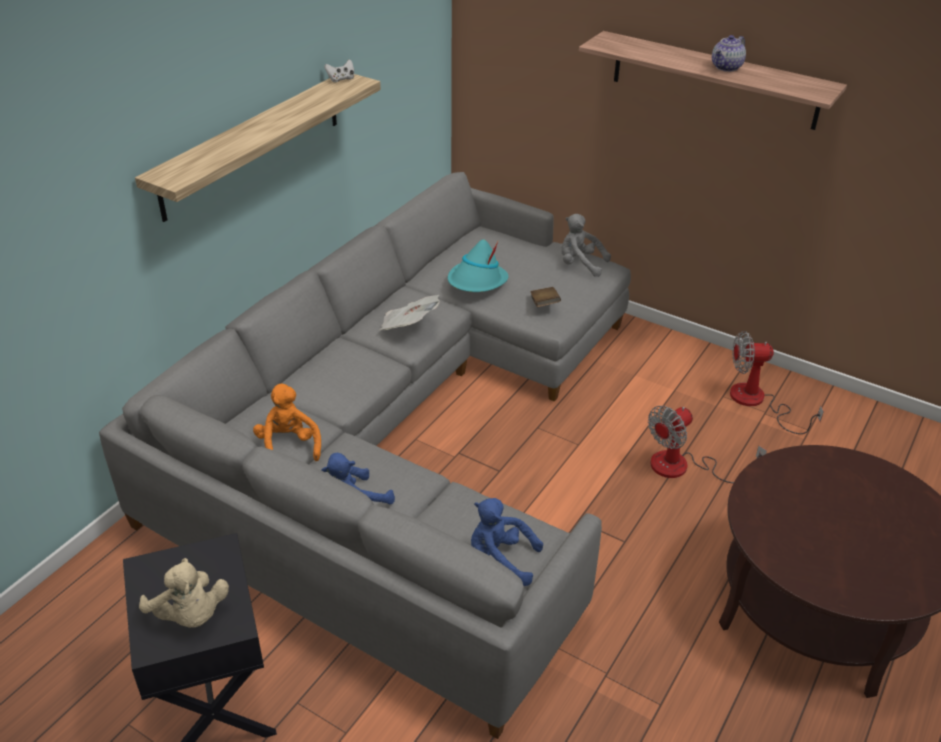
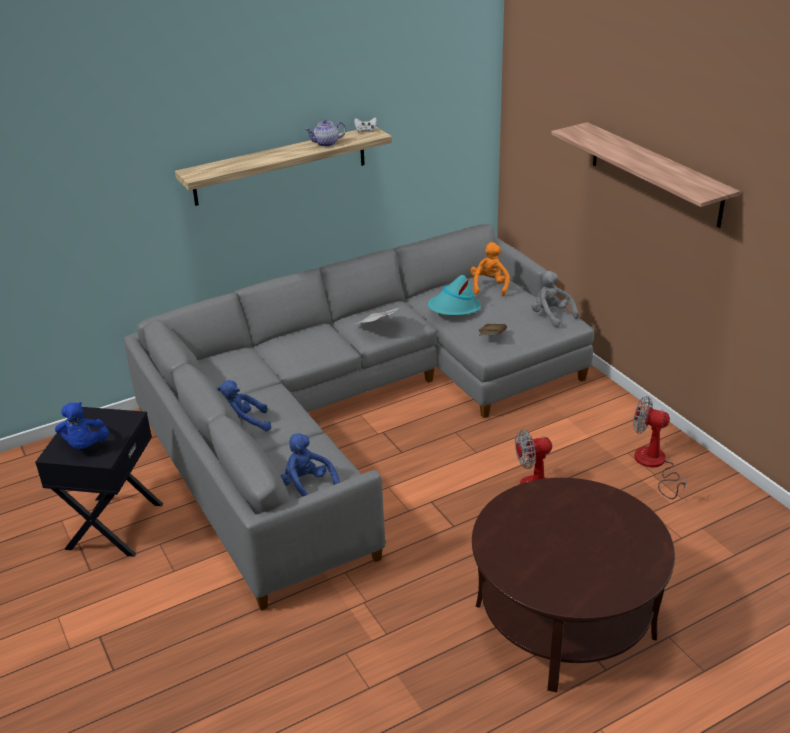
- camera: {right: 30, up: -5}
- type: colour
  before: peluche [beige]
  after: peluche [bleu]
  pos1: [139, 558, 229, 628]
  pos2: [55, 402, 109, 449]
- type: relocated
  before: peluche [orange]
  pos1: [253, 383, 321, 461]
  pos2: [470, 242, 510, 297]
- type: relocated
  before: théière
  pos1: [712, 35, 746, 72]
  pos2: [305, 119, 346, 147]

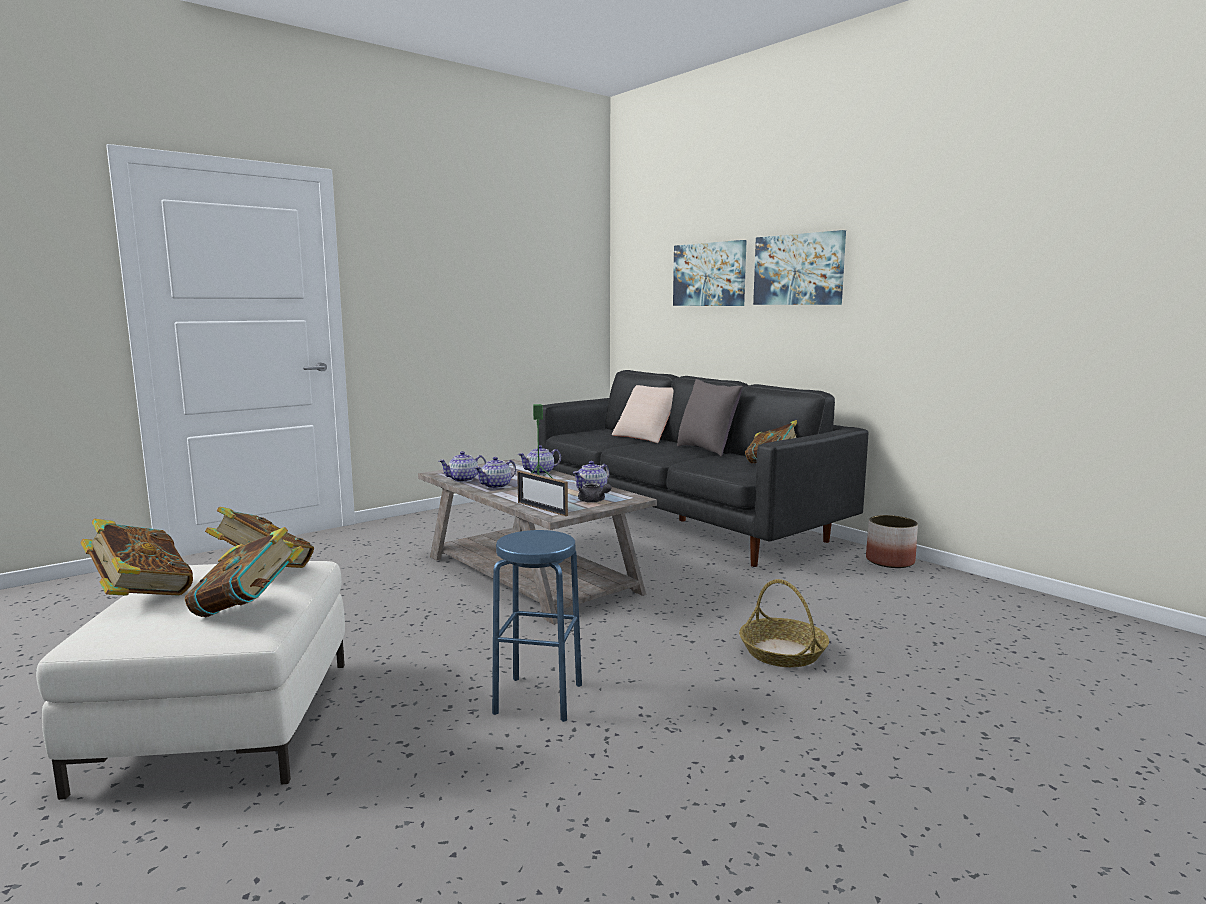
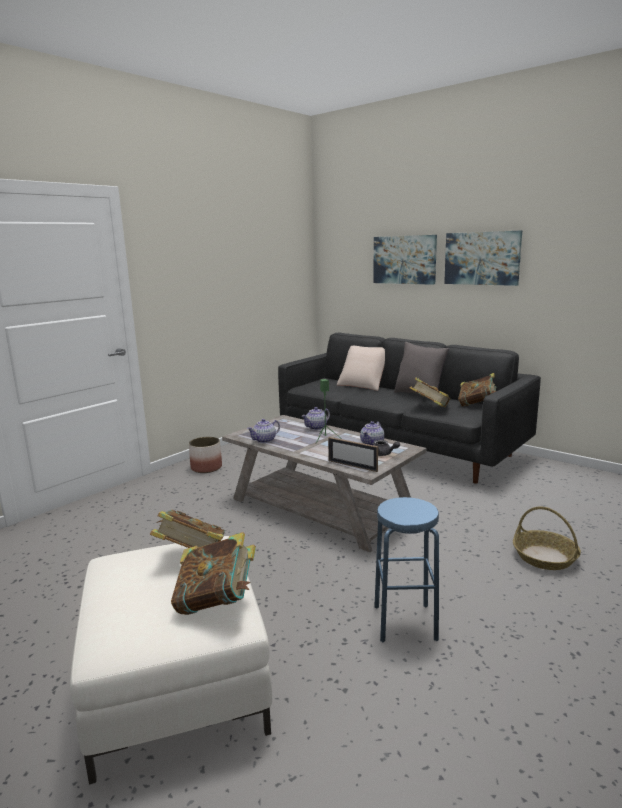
- camera: {right: -10, up: 5}
- type: relocated
  before: livre
  pos1: [80, 519, 193, 596]
  pos2: [410, 378, 451, 407]
- type: missing
  before: théière
  pos1: [475, 457, 516, 489]
- type: relocated
  before: cache-pot
  pos1: [866, 515, 918, 568]
  pos2: [189, 437, 222, 473]

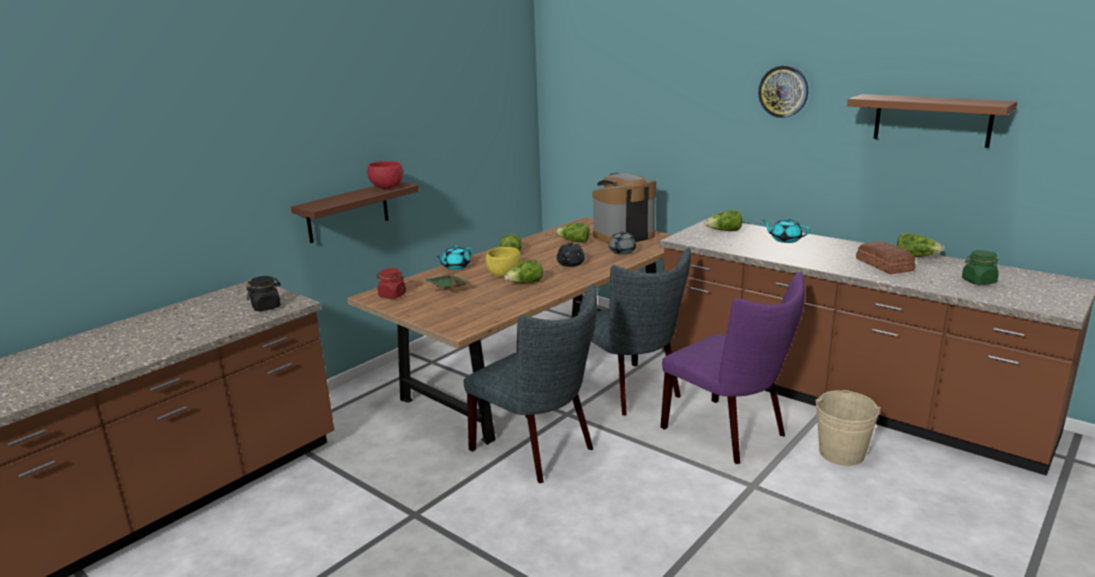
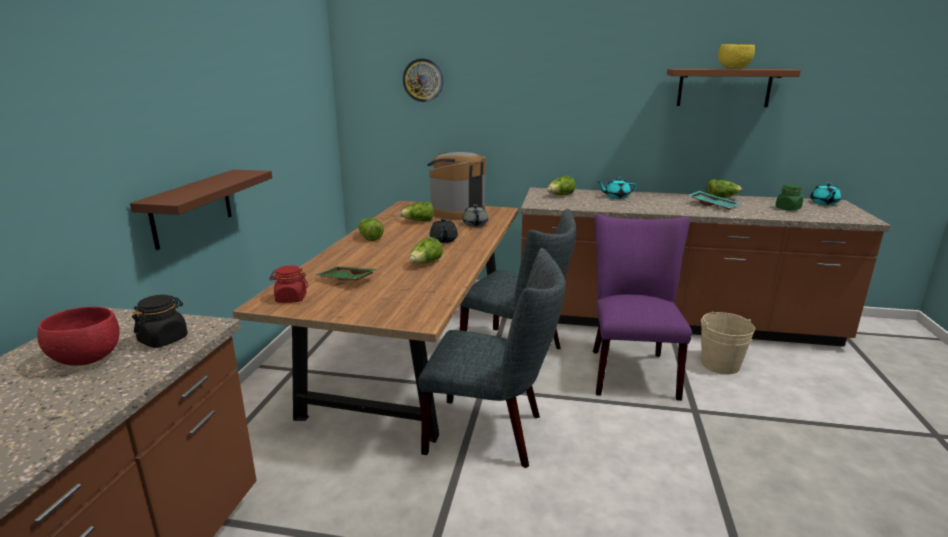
- camera: {right: -30, up: 0}
- type: relocated
  before: bol [rouge]
  pos1: [367, 161, 403, 189]
  pos2: [37, 307, 120, 366]
- type: relocated
  before: théière [turquoise]
  pos1: [436, 246, 472, 270]
  pos2: [810, 183, 841, 205]
- type: relocated
  before: bol [jaune]
  pos1: [486, 247, 521, 277]
  pos2: [718, 44, 755, 69]
- type: spun
  before: chaise [violet]
  pos1: [660, 272, 805, 464]
  pos2: [593, 214, 692, 401]
  turn: -105
- type: relocated
  before: horloge murale
  pos1: [758, 65, 808, 118]
  pos2: [403, 59, 443, 102]
- type: exchanged
  before: pain
  after: plateau [turquoise]
  pos1: [856, 241, 915, 274]
  pos2: [689, 191, 739, 210]

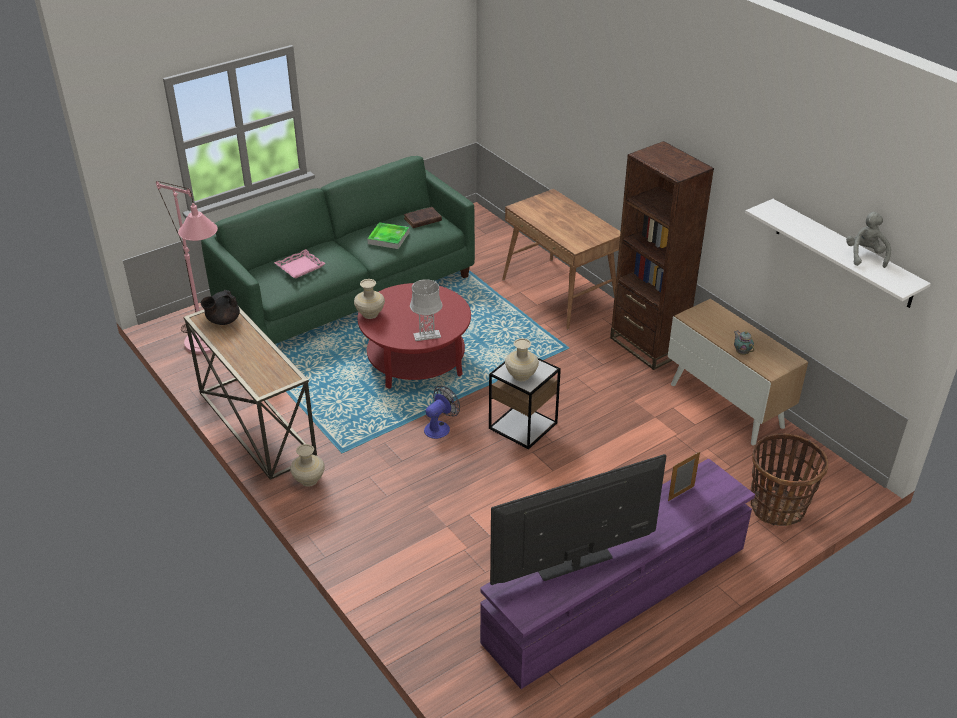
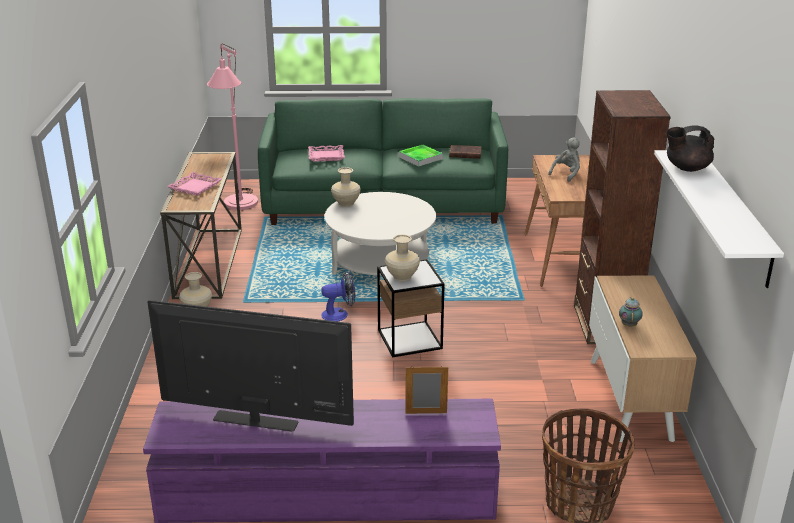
- camera: {right: 35, up: -10}
- type: relocated
  before: théière [noir]
  pos1: [201, 290, 240, 325]
  pos2: [666, 126, 715, 172]
- type: colour
  before: table basse [rouge]
  after: table basse [blanc]
  pos1: [358, 283, 471, 389]
  pos2: [325, 192, 436, 275]
- type: missing
  before: lampe de table [gris]
  pos1: [410, 279, 443, 341]
- type: relocated
  before: peluche [gris]
  pos1: [846, 212, 891, 268]
  pos2: [548, 137, 580, 182]
- type: appeared
  after: plateau [rose]
  pos2: [167, 172, 221, 196]

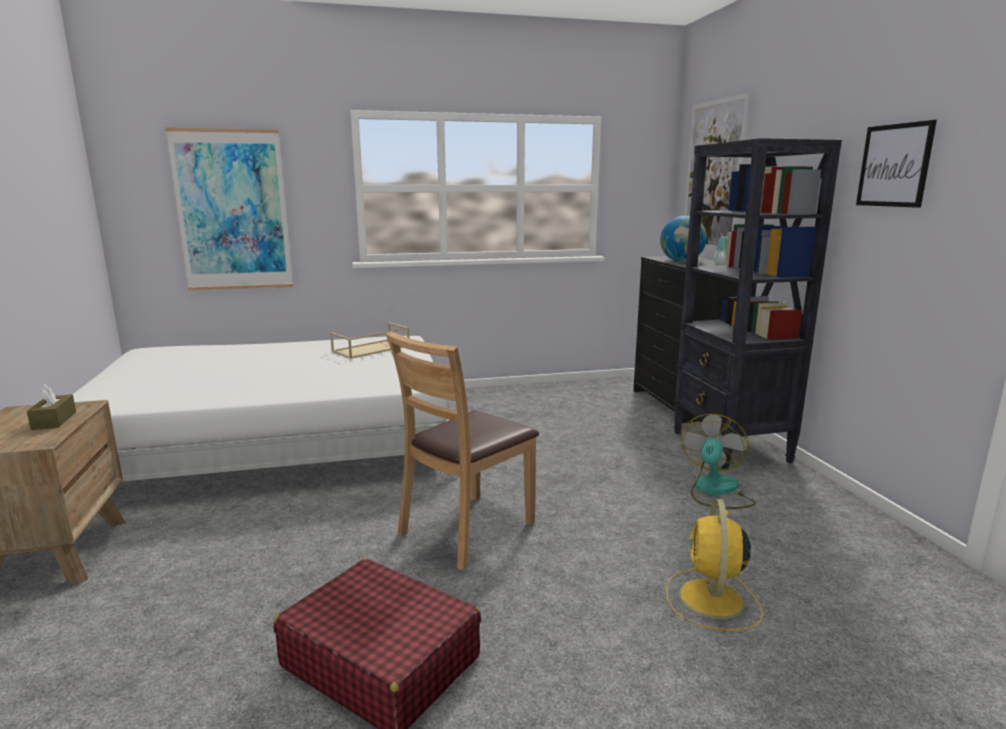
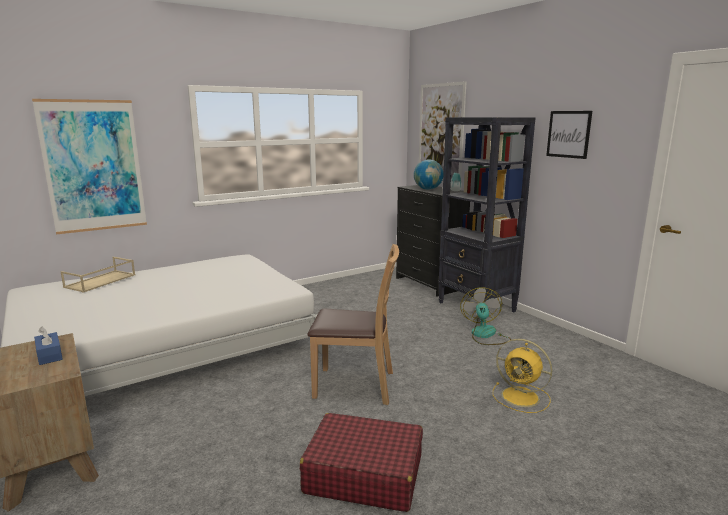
- camera: {right: -20, up: 0}
- type: colour
  before: boîte à mouchoirs [marron]
  after: boîte à mouchoirs [bleu]
  pos1: [27, 384, 76, 430]
  pos2: [34, 327, 63, 365]
- type: relocated
  before: plateau [beige]
  pos1: [330, 322, 410, 359]
  pos2: [61, 257, 135, 293]
- type: spun
  before: chaise [marron]
  pos1: [385, 331, 539, 570]
  pos2: [307, 244, 399, 405]
  turn: -105
- type: spun
  before: ventilateur [jaune]
  pos1: [666, 498, 763, 631]
  pos2: [493, 339, 553, 413]
  turn: -45

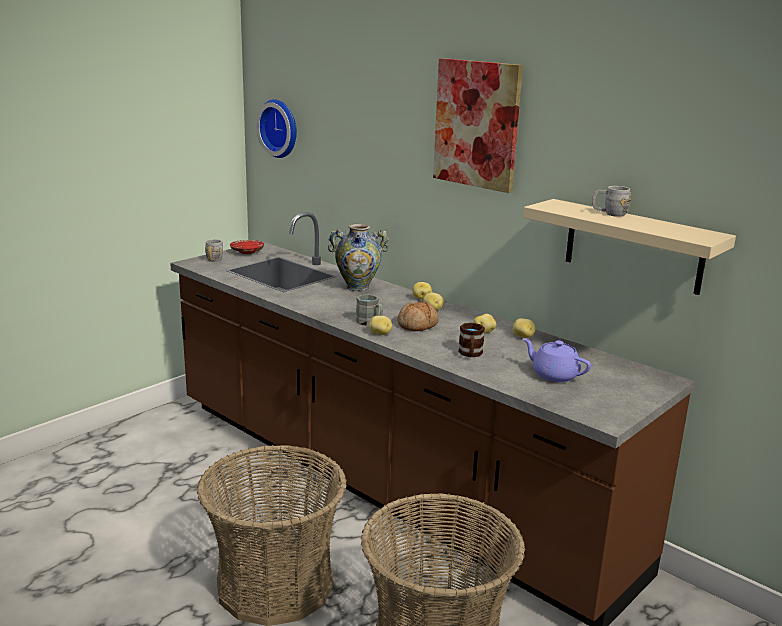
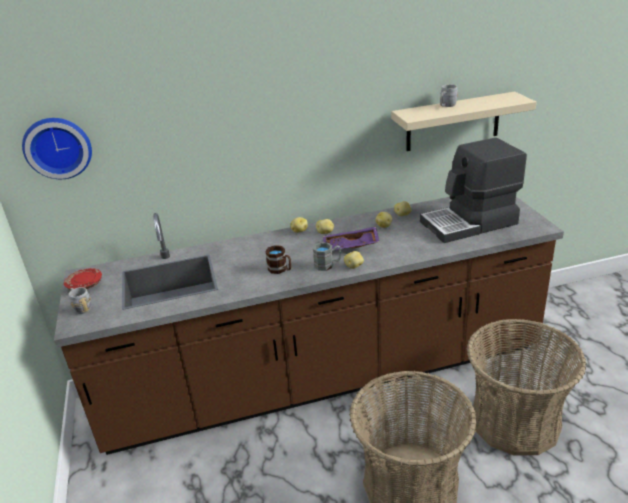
- camera: {right: -55, up: 10}
- type: missing
  before: vase
  pos1: [328, 224, 389, 291]
- type: exchanged
  before: pain
  after: plateau [violet]
  pos1: [398, 302, 438, 331]
  pos2: [323, 227, 379, 250]
- type: missing
  before: tableau
  pos1: [433, 58, 523, 193]
- type: relocated
  before: mug [marron]
  pos1: [458, 323, 485, 357]
  pos2: [265, 245, 291, 274]
- type: exchanged
  before: théière [violet]
  after: machine à café
  pos1: [523, 338, 591, 382]
  pos2: [420, 137, 527, 243]

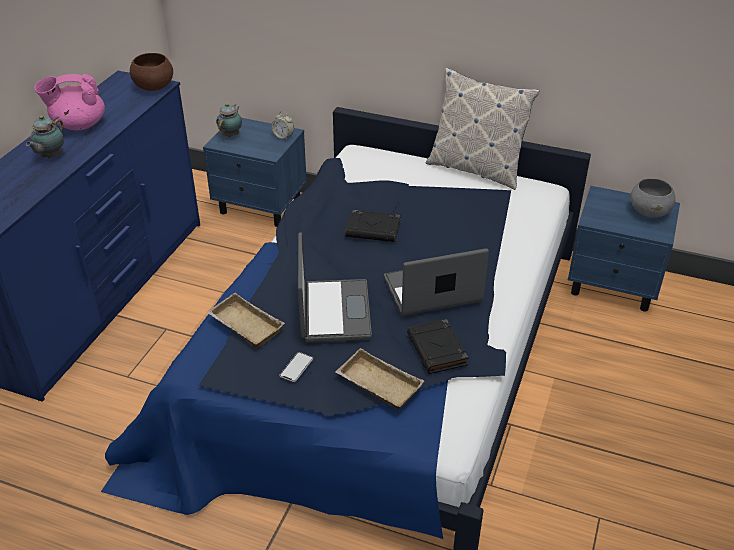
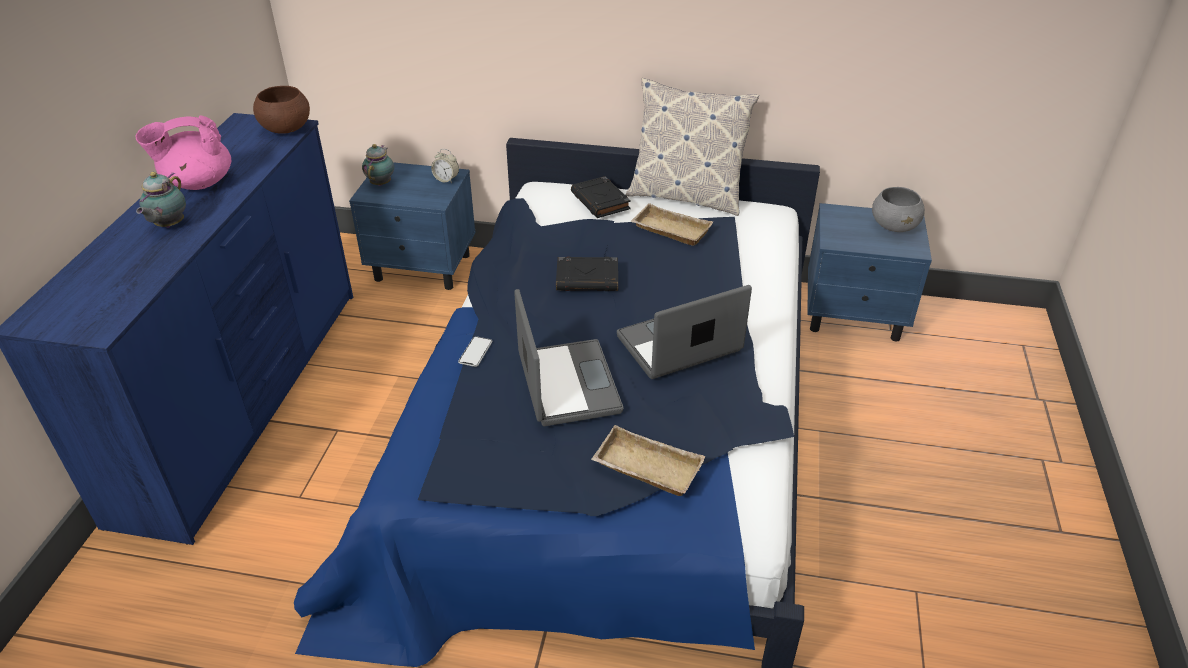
- camera: {right: -10, up: 0}
- type: relocated
  before: plateau [beige]
  pos1: [206, 293, 285, 347]
  pos2: [631, 203, 713, 246]
- type: relocated
  before: téléphone
  pos1: [279, 352, 313, 382]
  pos2: [458, 336, 493, 367]
- type: relocated
  before: livre [noir]
  pos1: [407, 319, 469, 374]
  pos2: [571, 176, 631, 218]

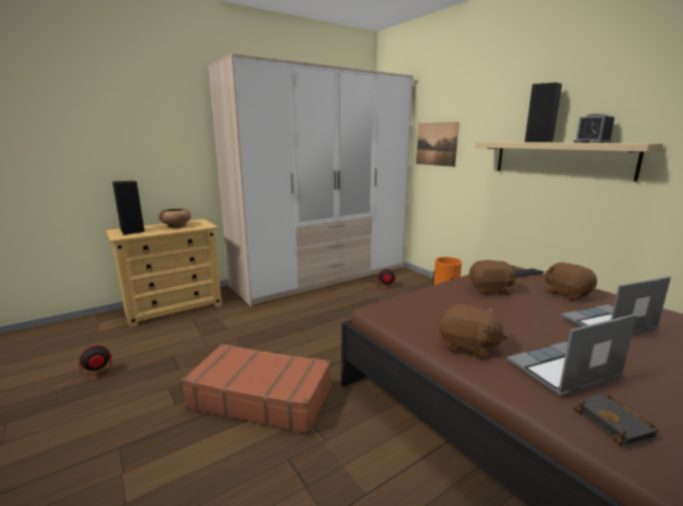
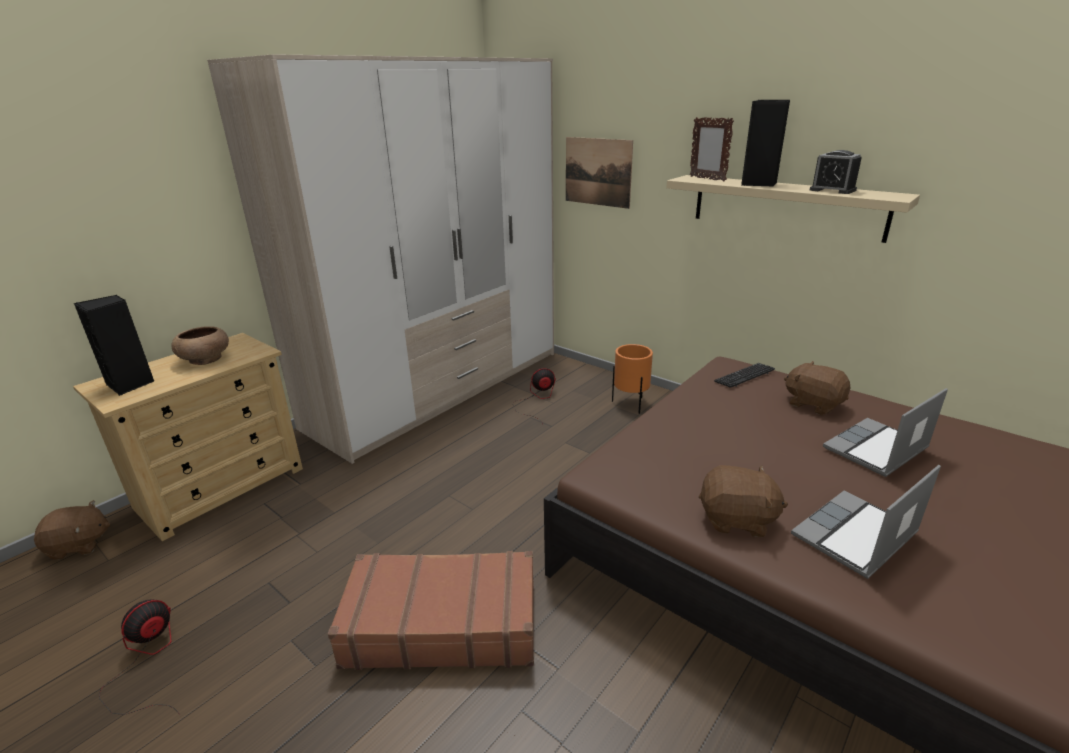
- camera: {right: -15, up: 10}
- type: relocated
  before: peluche [marron]
  pos1: [469, 260, 517, 295]
  pos2: [34, 500, 110, 560]
- type: missing
  before: livre [noir]
  pos1: [573, 394, 659, 447]
- type: appeared
  after: cadre photo
  pos2: [690, 117, 734, 182]

